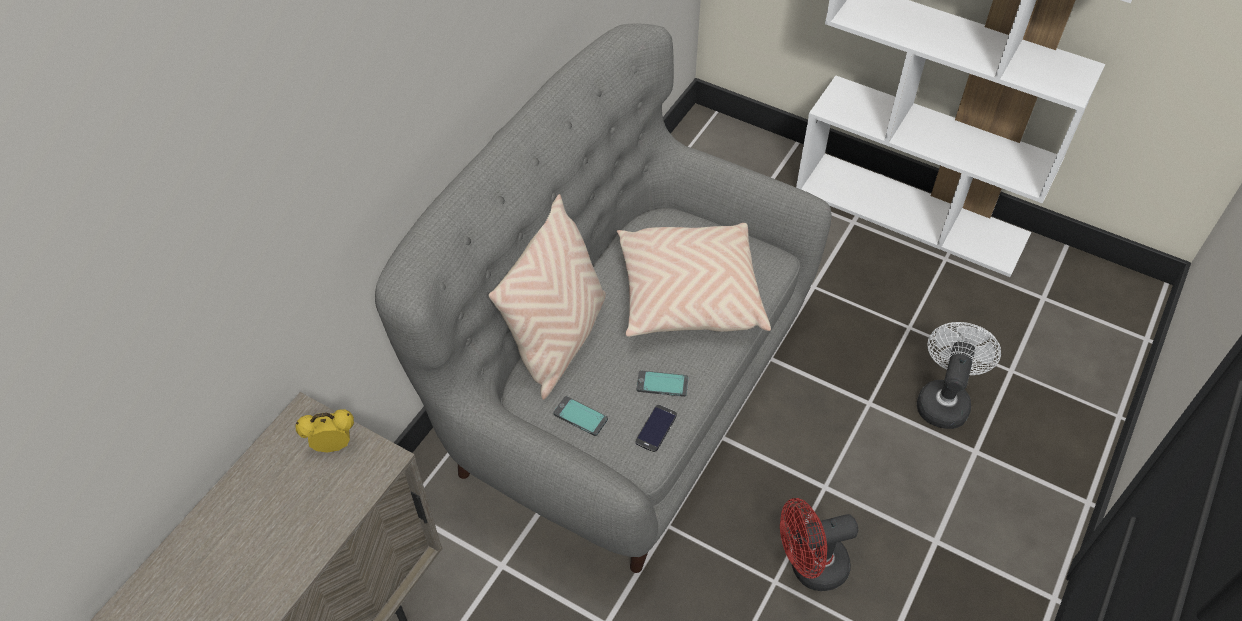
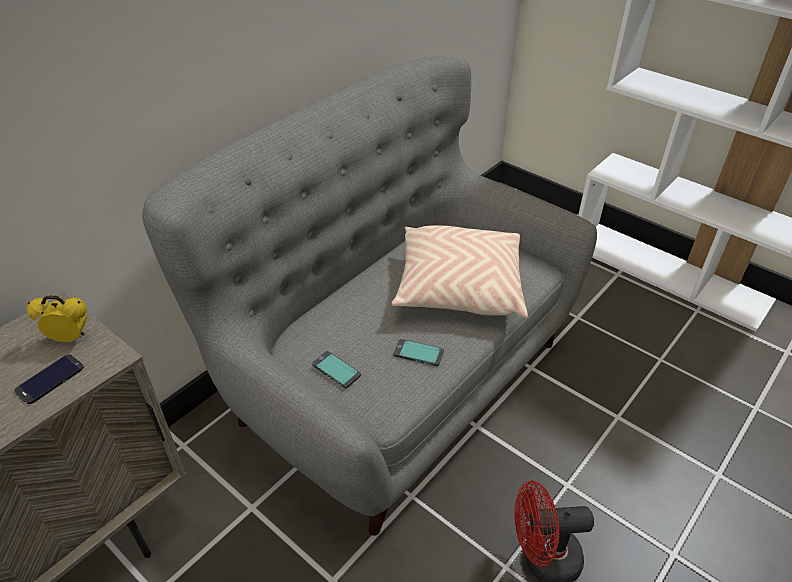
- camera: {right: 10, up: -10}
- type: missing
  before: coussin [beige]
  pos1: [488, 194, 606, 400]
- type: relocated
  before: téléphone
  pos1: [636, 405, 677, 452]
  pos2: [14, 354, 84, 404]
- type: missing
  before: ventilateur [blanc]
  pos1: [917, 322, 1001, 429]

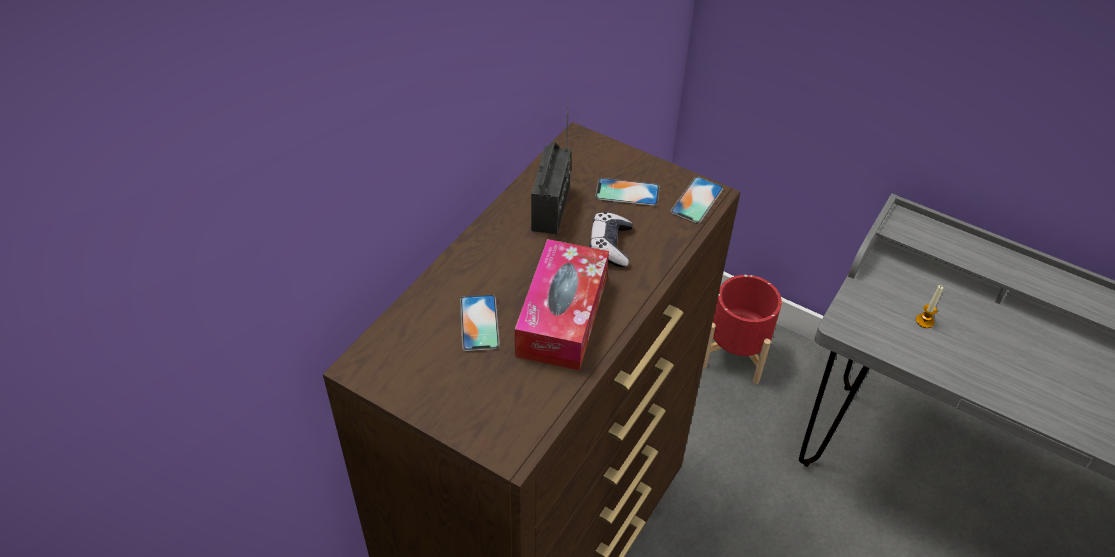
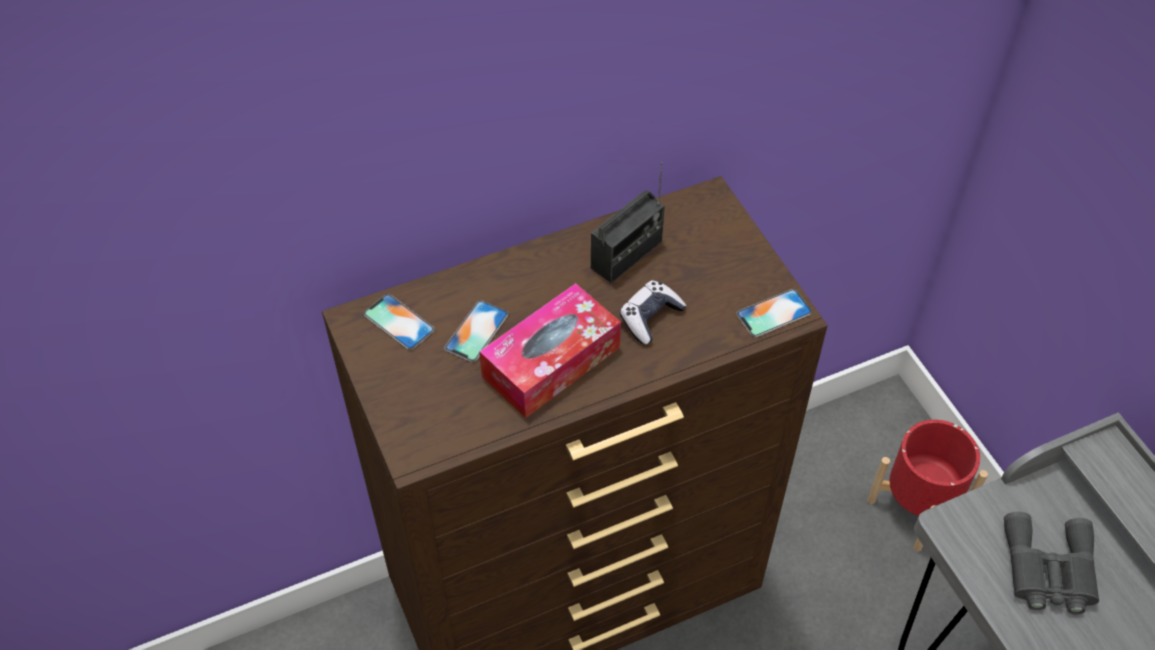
- camera: {right: 35, up: 5}
- type: relocated
  before: téléphone
  pos1: [595, 178, 660, 206]
  pos2: [363, 294, 435, 350]
- type: exchanged
  before: bougie
  after: jumelles [gris]
  pos1: [916, 285, 943, 328]
  pos2: [1004, 512, 1099, 614]

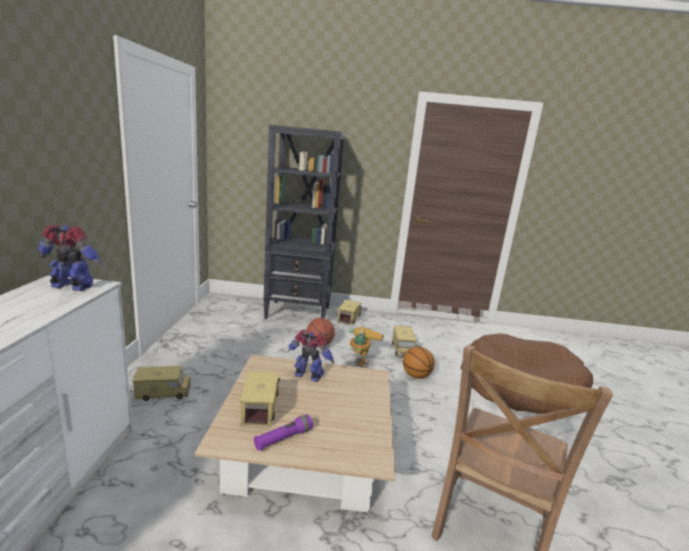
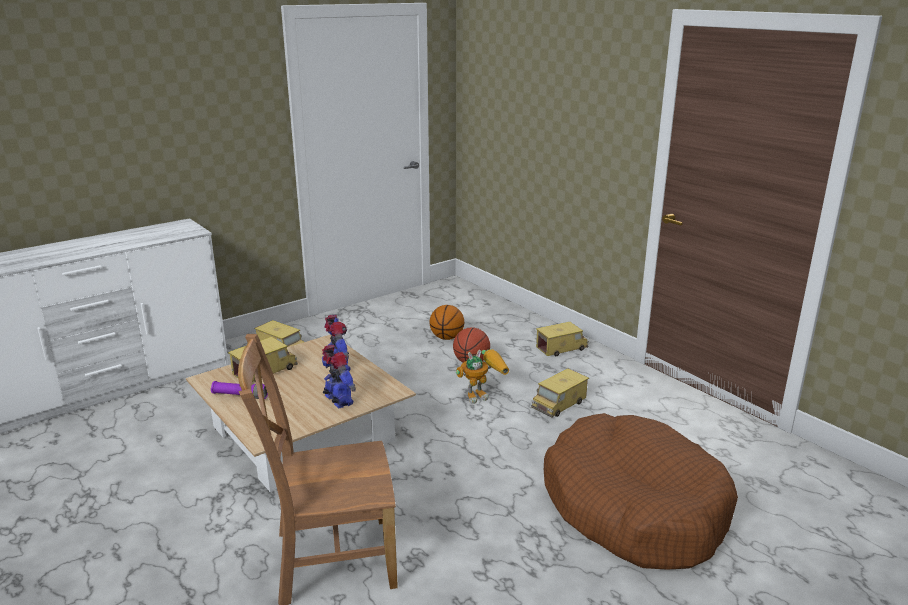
- camera: {right: 50, up: 5}
- type: relocated
  before: robot jouet
  pos1: [39, 224, 103, 291]
  pos2: [322, 345, 356, 408]
- type: missing
  before: bibliothèque [noir]
  pos1: [263, 125, 345, 319]
- type: relocated
  before: ballon de basket
  pos1: [403, 346, 435, 379]
  pos2: [429, 305, 464, 340]

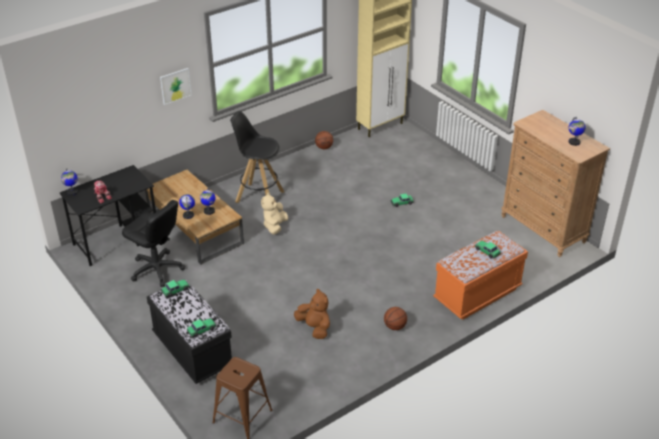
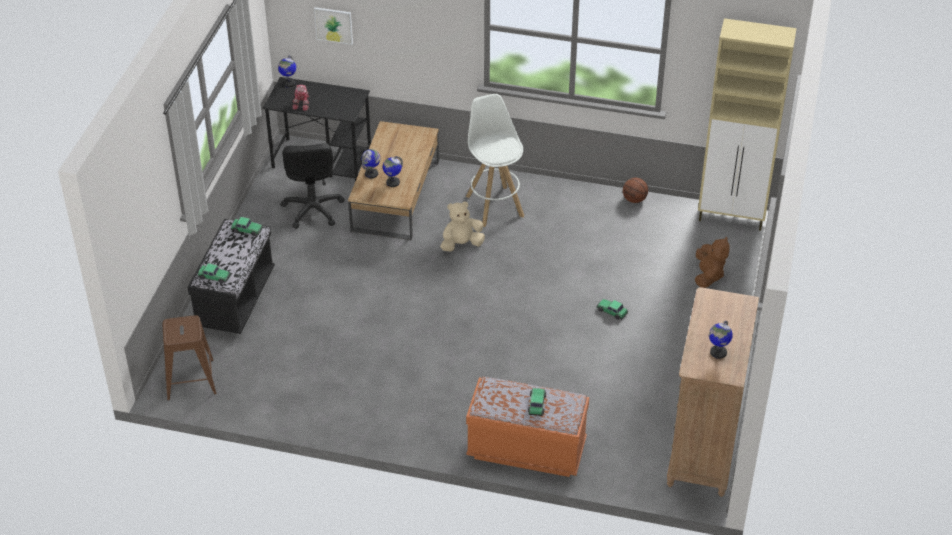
- camera: {right: 50, up: 5}
- type: relocated
  before: tableau
  pos1: [160, 68, 192, 105]
  pos2: [314, 7, 353, 45]
- type: colour
  before: tabouret [noir]
  after: tabouret [blanc]
  pos1: [230, 111, 284, 203]
  pos2: [466, 94, 524, 227]
- type: relocated
  before: peluche [marron]
  pos1: [294, 289, 330, 339]
  pos2: [695, 236, 729, 288]
- type: missing
  before: ballon de basket
  pos1: [384, 307, 407, 330]

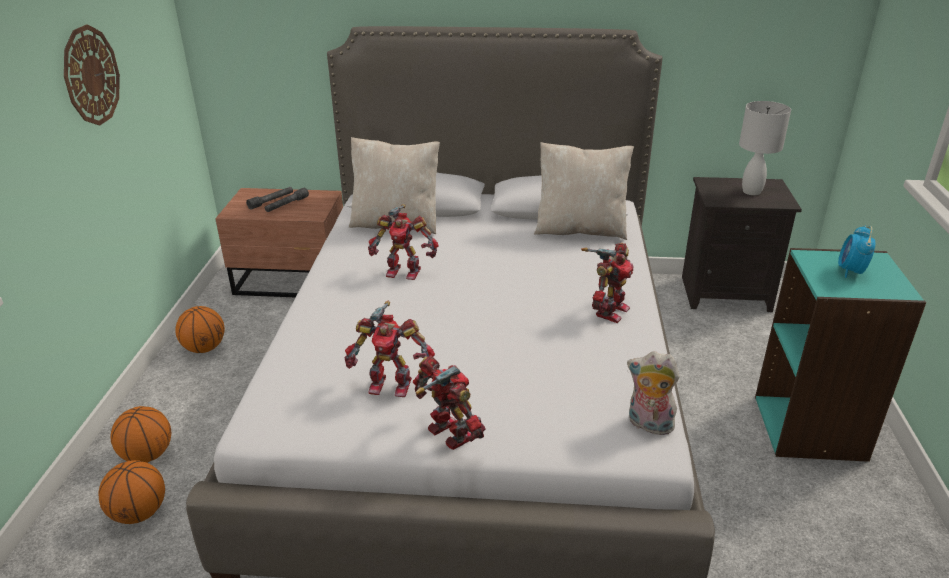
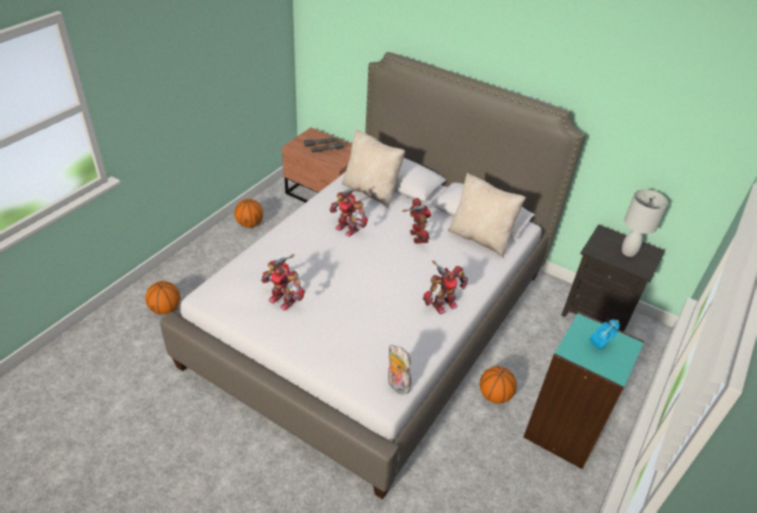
- camera: {right: 25, up: 10}
- type: missing
  before: horloge murale
  pos1: [64, 24, 120, 125]
- type: relocated
  before: ballon de basket
  pos1: [111, 406, 171, 463]
  pos2: [480, 366, 517, 404]
- type: relocated
  before: robot jouet
  pos1: [413, 355, 485, 450]
  pos2: [402, 198, 431, 244]

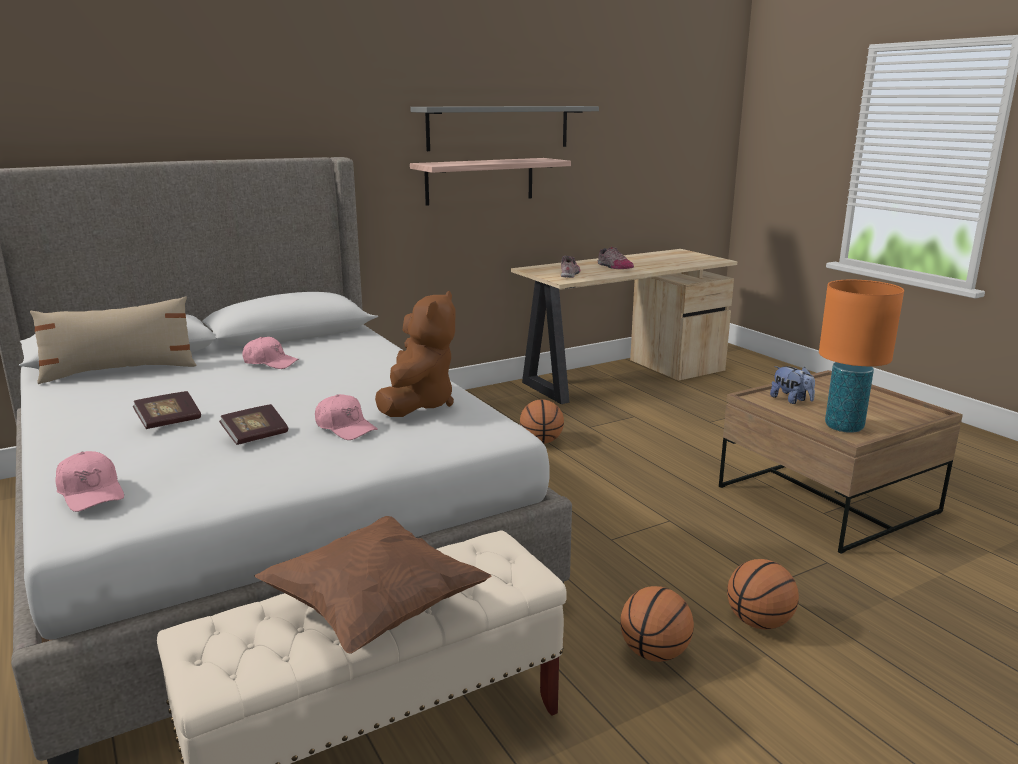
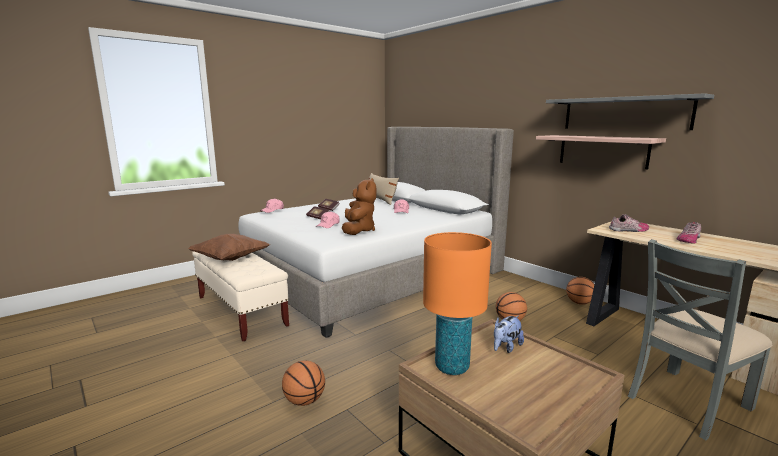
- camera: {right: 80, up: -5}
- type: spun
  before: peluche [marron]
  pos1: [375, 291, 456, 417]
  pos2: [342, 178, 377, 235]
  turn: -90
- type: relocated
  before: ballon de basket
  pos1: [620, 586, 694, 662]
  pos2: [566, 277, 595, 305]
- type: appeared
  after: chaise [gris]
  pos2: [628, 239, 772, 440]

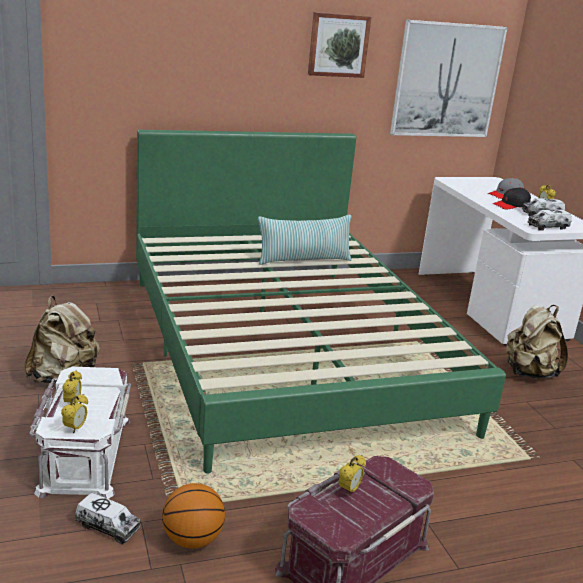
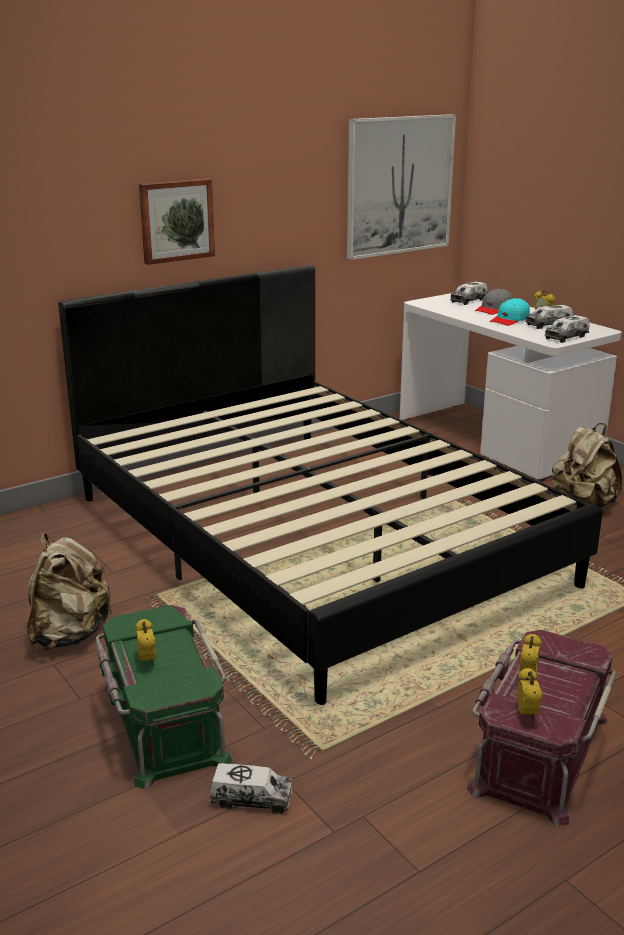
- camera: {right: -15, up: 0}
- type: colour
  before: boîte de rangement [blanc]
  after: boîte de rangement [vert]
  pos1: [29, 367, 131, 499]
  pos2: [95, 605, 233, 789]
- type: relocated
  before: réveil
  pos1: [61, 394, 88, 433]
  pos2: [517, 667, 543, 721]
- type: colour
  before: lit [vert]
  after: lit [noir]
  pos1: [136, 130, 506, 474]
  pos2: [58, 265, 603, 705]
- type: missing
  before: ballon de basket
  pos1: [162, 483, 225, 549]
- type: missing
  before: coussin
  pos1: [258, 215, 352, 265]
- type: relocated
  before: tableau
  pos1: [308, 12, 372, 78]
  pos2: [139, 179, 215, 265]
- type: colour
  before: casquette [noir]
  after: casquette [turquoise]
  pos1: [493, 187, 531, 209]
  pos2: [490, 298, 530, 326]
- type: appeared
  after: camion jouet
  pos2: [450, 281, 488, 305]

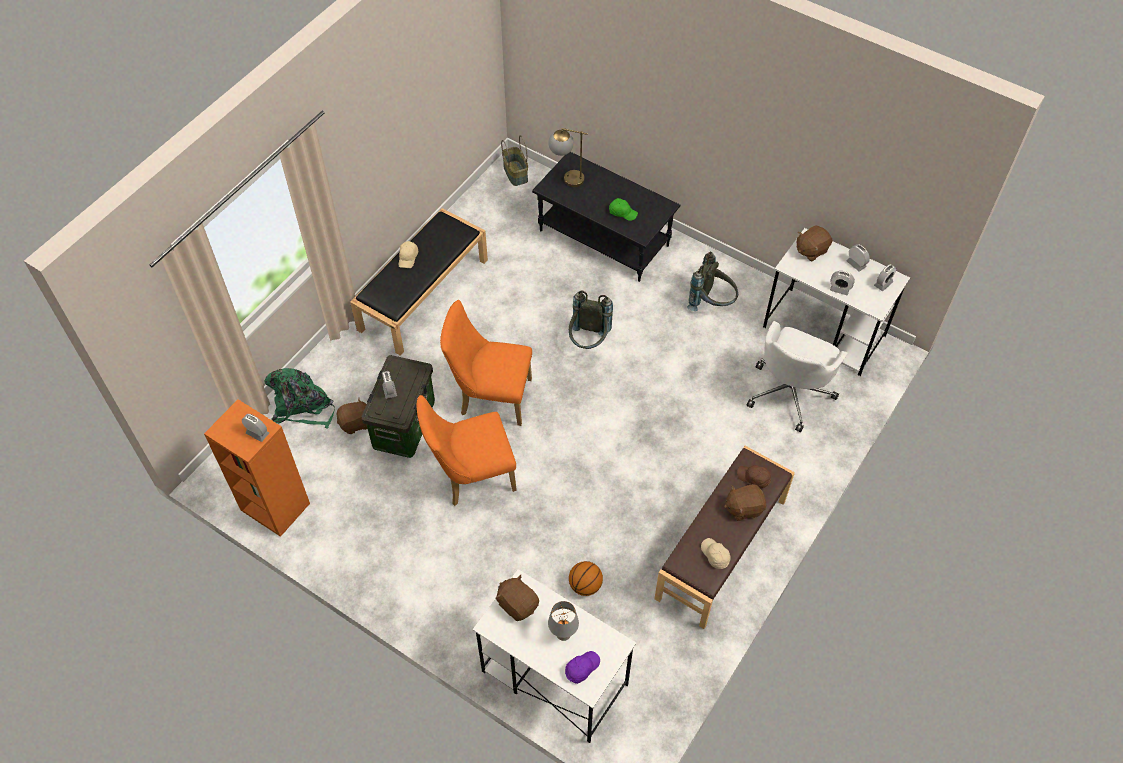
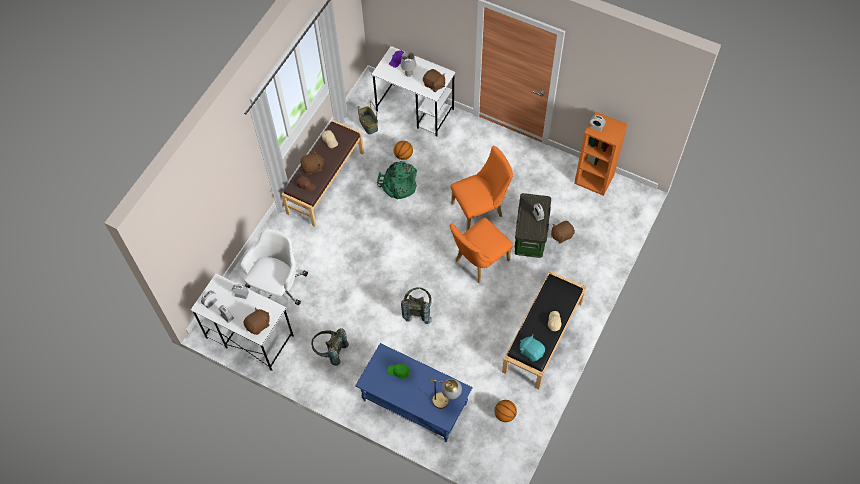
- camera: {right: 175, up: 5}
- type: relocated
  before: sac à dos [vert]
  pos1: [265, 368, 335, 429]
  pos2: [377, 161, 417, 200]
- type: spun
  before: chaise [orange]
  pos1: [440, 300, 532, 426]
  pos2: [450, 218, 513, 283]
  turn: 135
- type: relocated
  before: panier
  pos1: [501, 135, 528, 186]
  pos2: [358, 101, 378, 134]
- type: colour
  before: table basse [noir]
  after: table basse [bleu]
  pos1: [532, 152, 680, 282]
  pos2: [355, 343, 473, 442]
- type: appeared
  after: ballon de basket
  pos2: [495, 400, 517, 422]
- type: appeared
  after: peluche [turquoise]
  pos2: [520, 335, 545, 362]

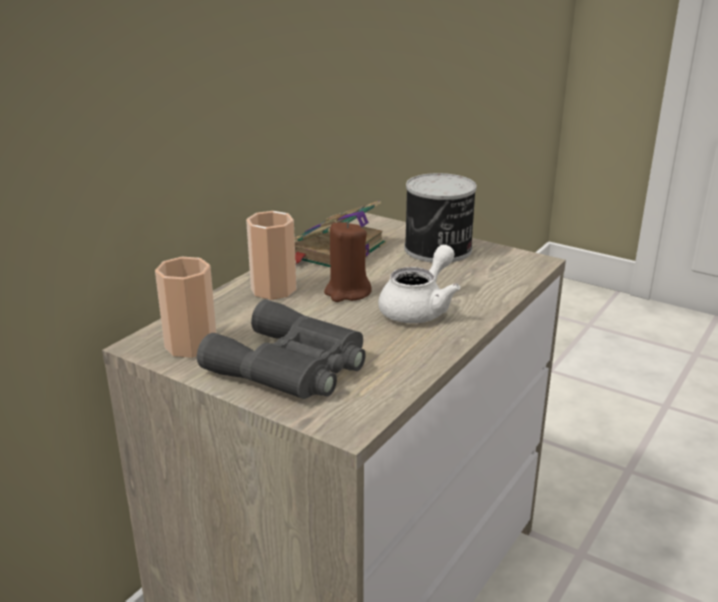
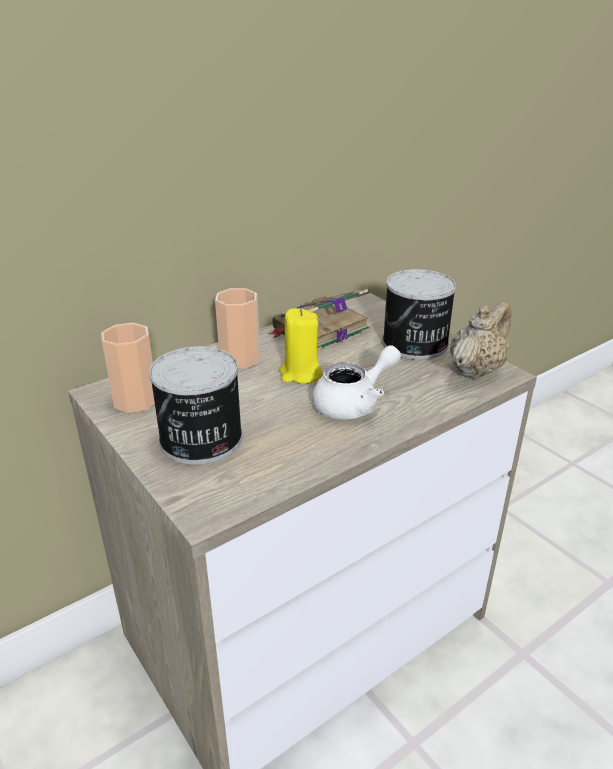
- camera: {right: 20, up: 5}
- type: exchanged
  before: jumelles [gris]
  after: boîte métallique
  pos1: [197, 300, 366, 399]
  pos2: [149, 346, 243, 465]
- type: colour
  before: bougie [marron]
  after: bougie [jaune]
  pos1: [324, 221, 372, 302]
  pos2: [279, 308, 323, 384]
- type: appeared
  after: théière [beige]
  pos2: [450, 301, 511, 380]

